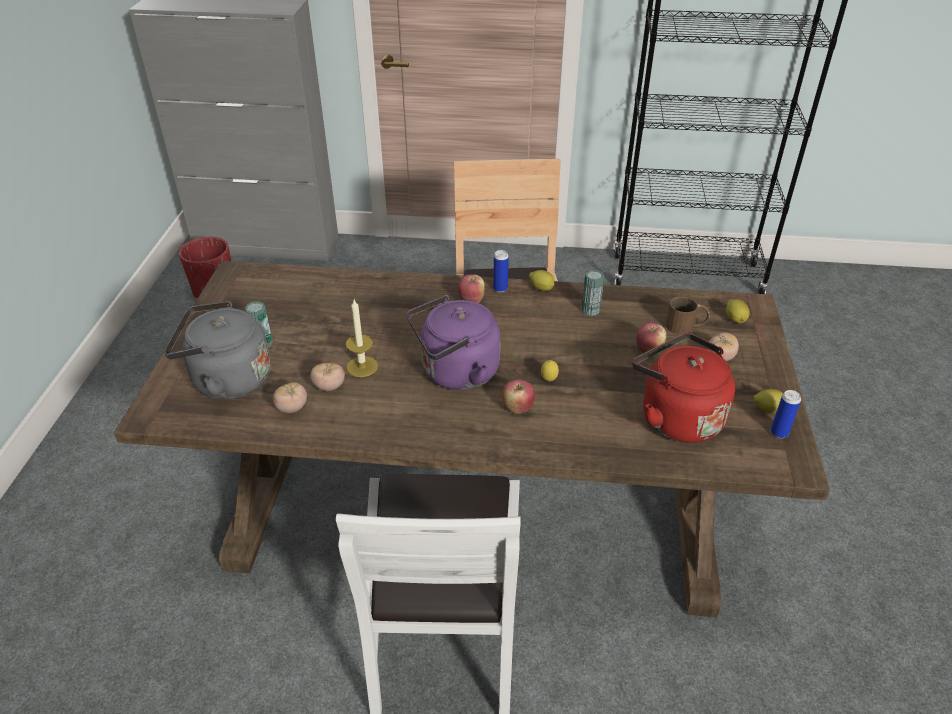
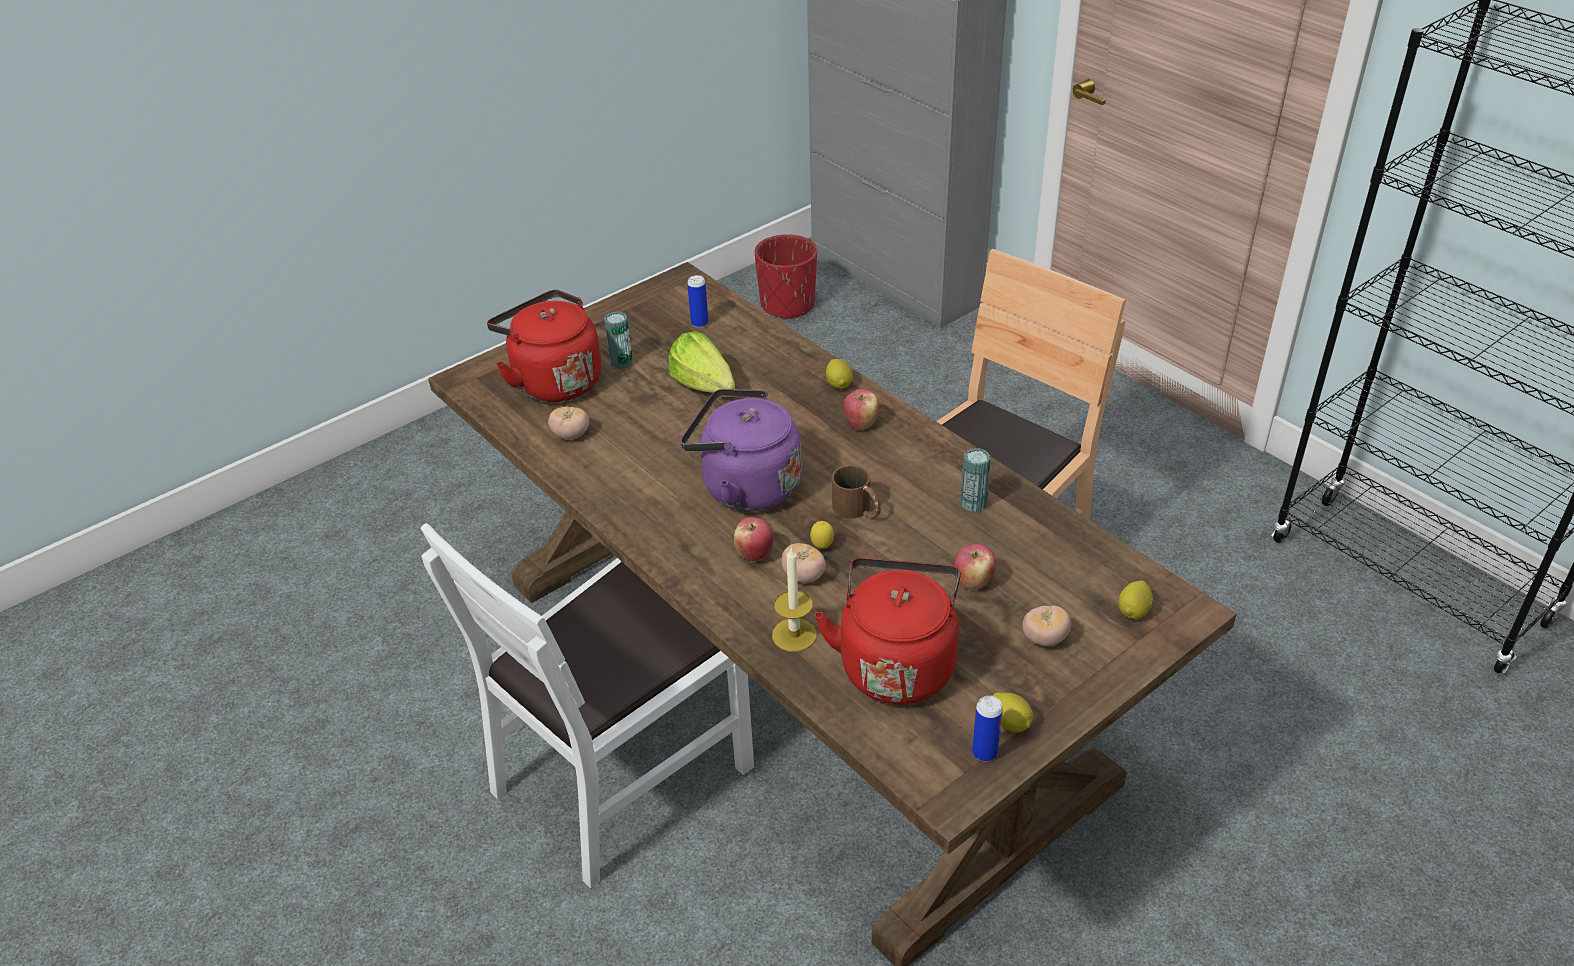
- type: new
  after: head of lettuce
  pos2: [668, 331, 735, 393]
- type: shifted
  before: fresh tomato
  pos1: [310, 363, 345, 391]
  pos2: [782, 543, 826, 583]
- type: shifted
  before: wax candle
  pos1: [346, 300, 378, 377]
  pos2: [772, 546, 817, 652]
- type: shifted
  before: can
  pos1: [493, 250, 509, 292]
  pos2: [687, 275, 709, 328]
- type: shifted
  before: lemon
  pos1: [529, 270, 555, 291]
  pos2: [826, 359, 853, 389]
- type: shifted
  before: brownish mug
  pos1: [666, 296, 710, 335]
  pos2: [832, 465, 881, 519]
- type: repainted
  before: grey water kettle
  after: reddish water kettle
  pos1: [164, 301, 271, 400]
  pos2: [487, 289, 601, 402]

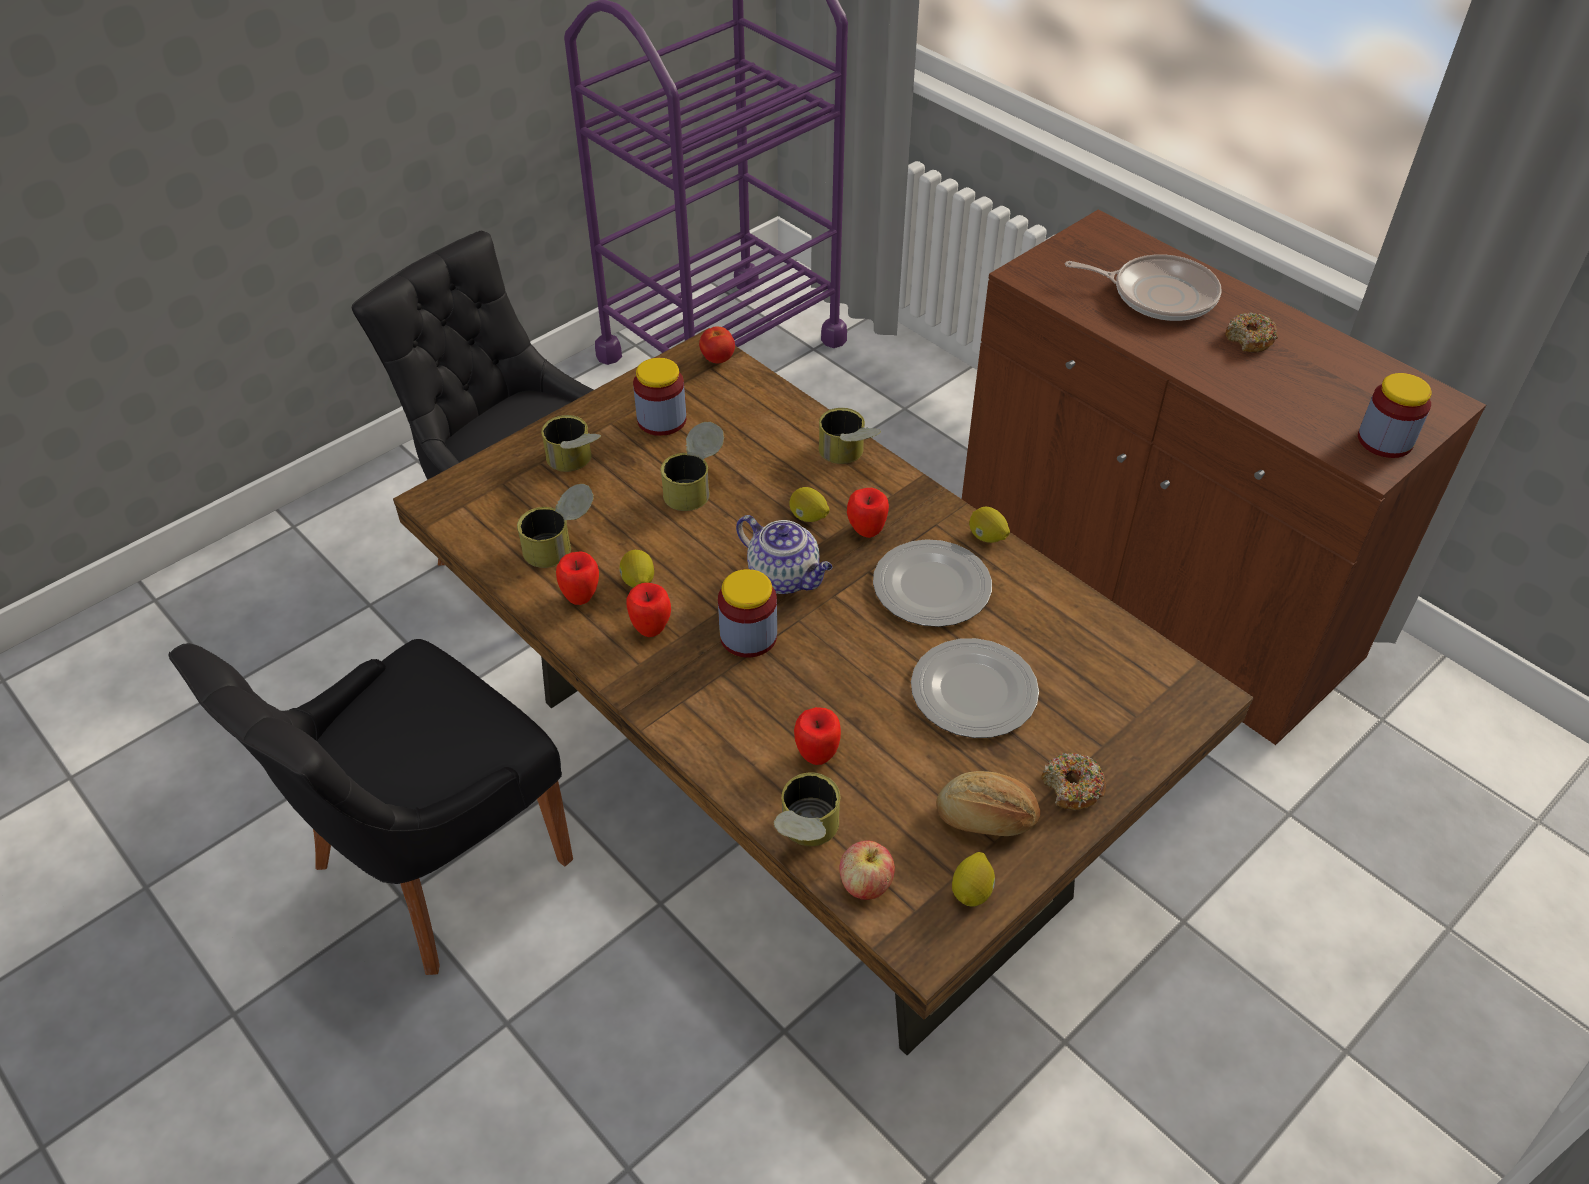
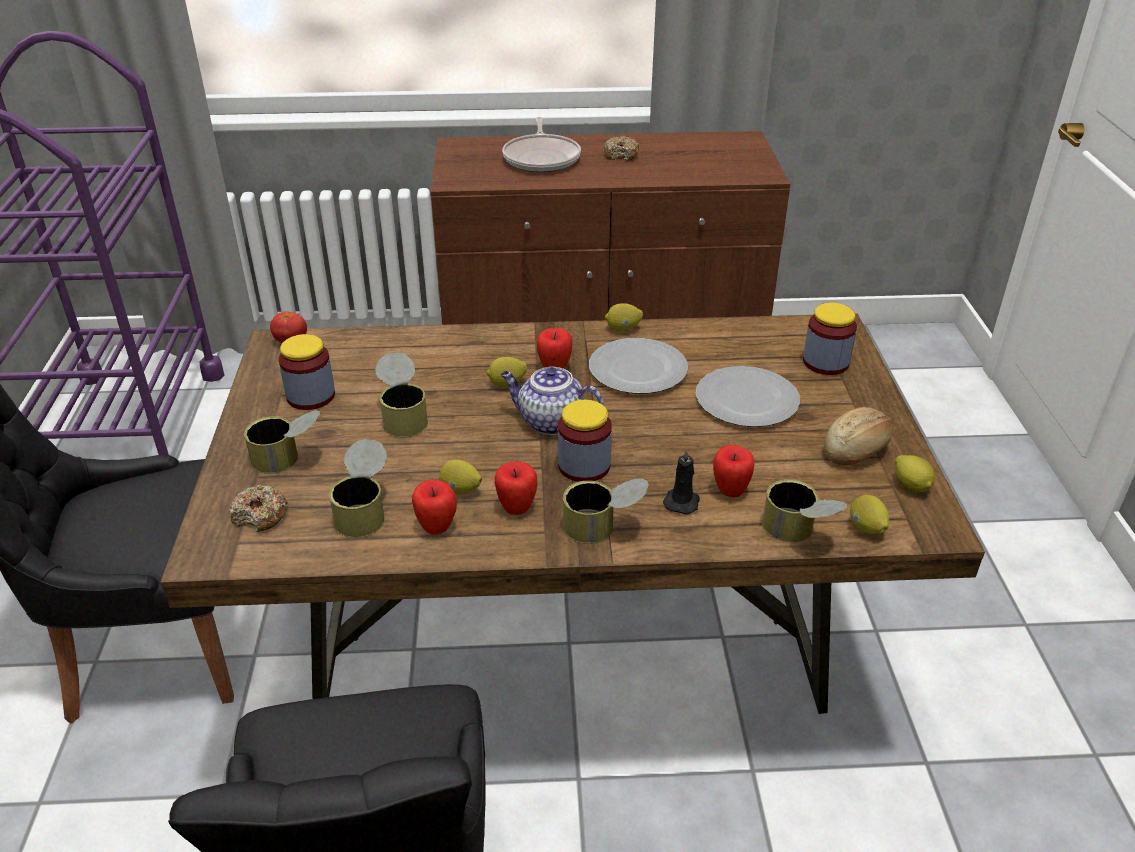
- type: new
  after: black-coloured wax candle
  pos2: [663, 448, 700, 514]
- type: shifted
  before: can
  pos1: [819, 408, 881, 464]
  pos2: [563, 479, 649, 544]
- type: shifted
  before: ring doughnut
  pos1: [1041, 753, 1106, 810]
  pos2: [229, 485, 288, 532]
- type: shifted
  before: jar
  pos1: [1358, 373, 1432, 458]
  pos2: [803, 303, 857, 375]
- type: swapped
  before: whole apple
  after: lemon
  pos1: [840, 841, 895, 900]
  pos2: [850, 495, 889, 534]
- type: rotated
  before: pot for tea
  pos1: [736, 515, 832, 594]
  pos2: [500, 367, 604, 435]
  turn: -150
- type: rotated
  before: skillet
  pos1: [1065, 254, 1221, 321]
  pos2: [502, 117, 581, 172]
  turn: 120

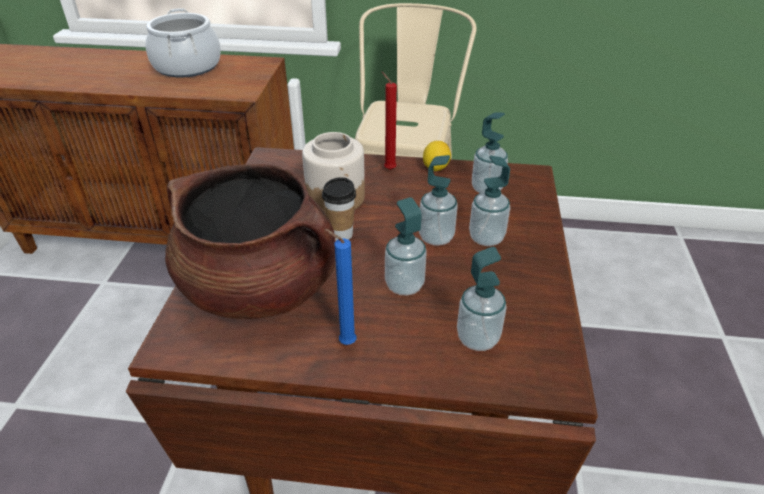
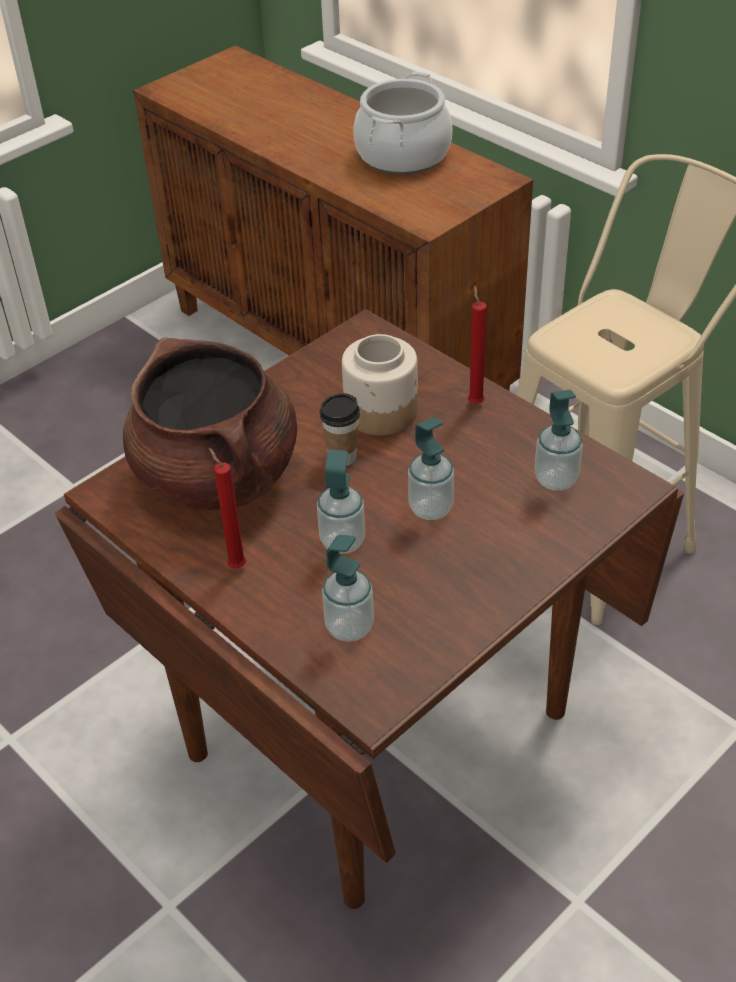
- type: gone
  before: lemon
  pos1: [423, 141, 451, 171]
- type: gone
  before: soap bottle
  pos1: [469, 155, 510, 246]
- type: repainted
  before: bluish wax candle
  after: reddish wax candle
  pos1: [324, 229, 357, 345]
  pos2: [209, 448, 246, 568]

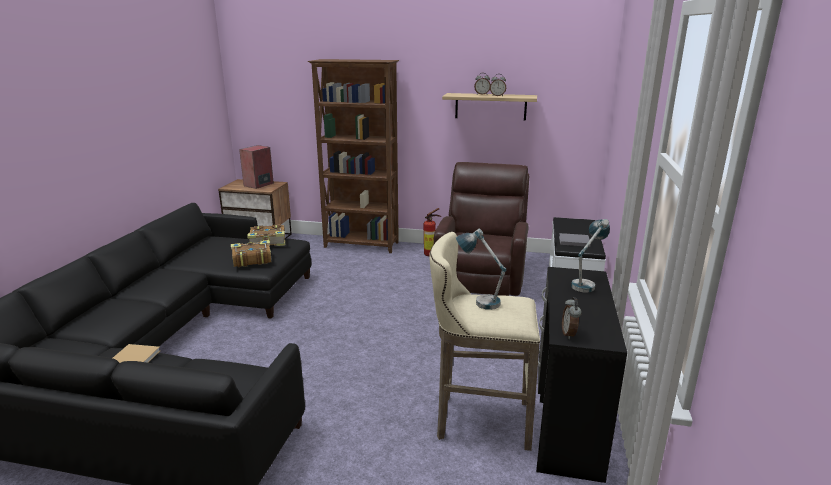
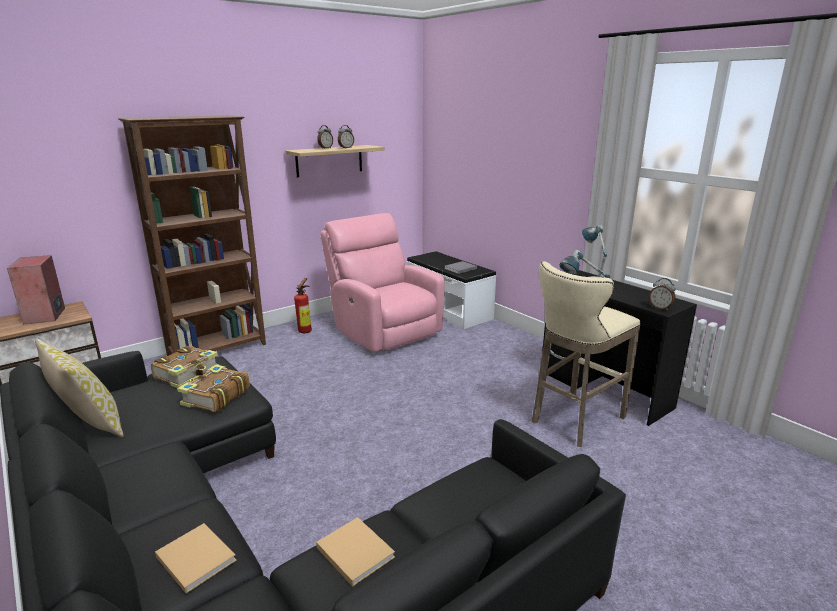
- type: new
  after: pillow
  pos2: [35, 338, 124, 437]
- type: new
  after: beige-coloured bound book
  pos2: [155, 523, 237, 594]
- type: repainted
  before: brownish lounge chair
  after: pink lounge chair
  pos1: [434, 162, 529, 296]
  pos2: [320, 213, 445, 352]

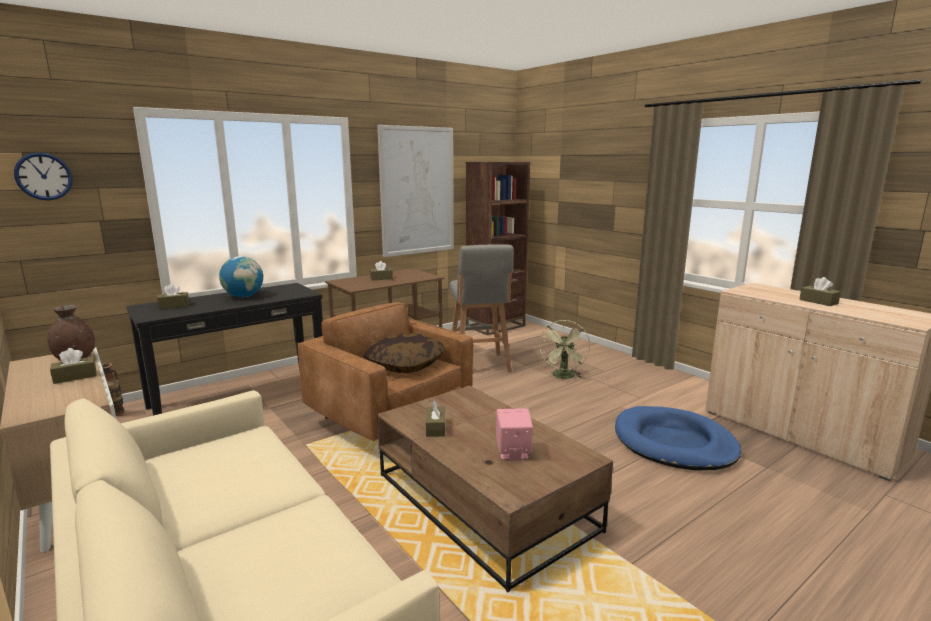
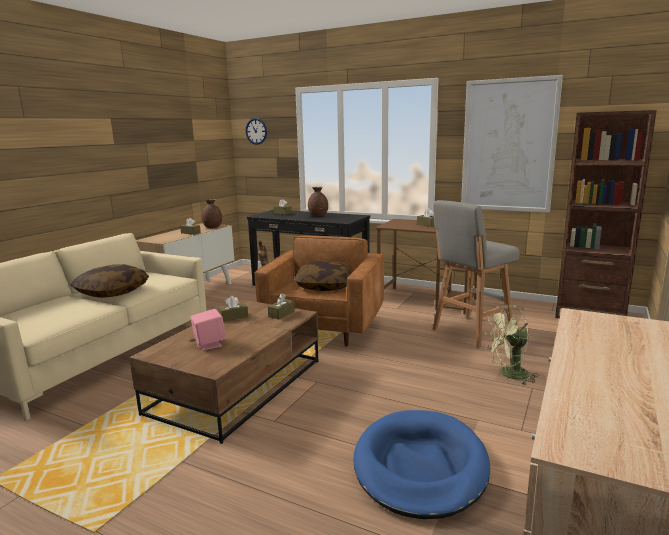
- type: new
  after: pillow
  pos2: [71, 264, 149, 298]
- type: shifted
  before: brownish tissue holder
  pos1: [799, 277, 841, 306]
  pos2: [268, 293, 295, 320]
- type: swapped
  before: desk globe
  after: brownish decorative vase
  pos1: [219, 256, 263, 297]
  pos2: [308, 187, 328, 217]

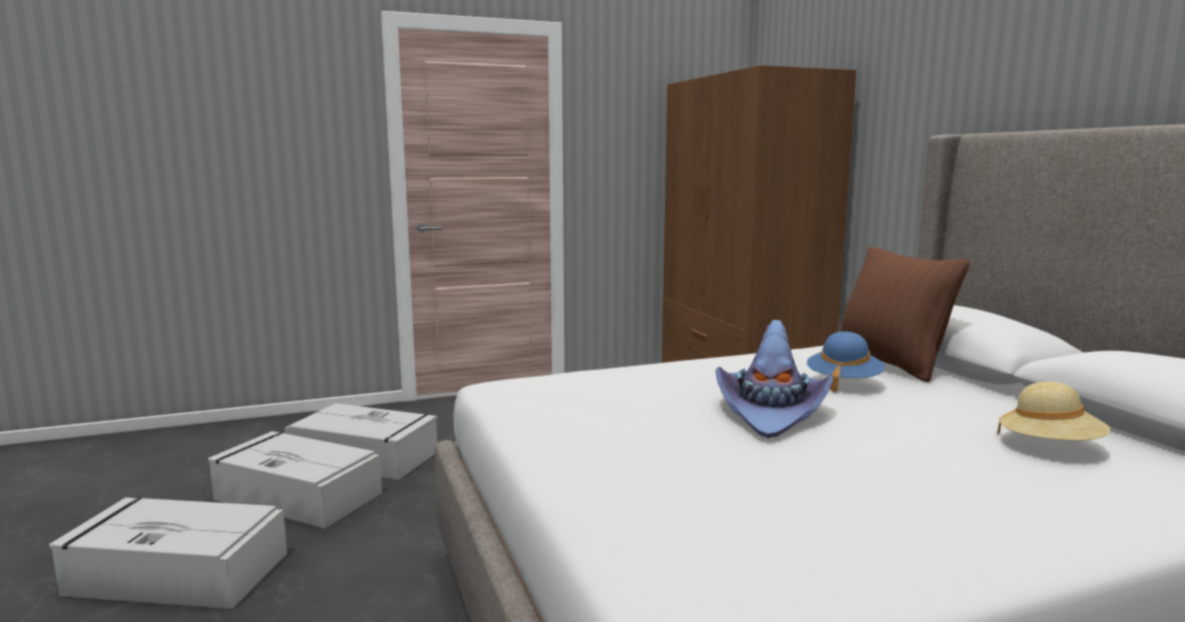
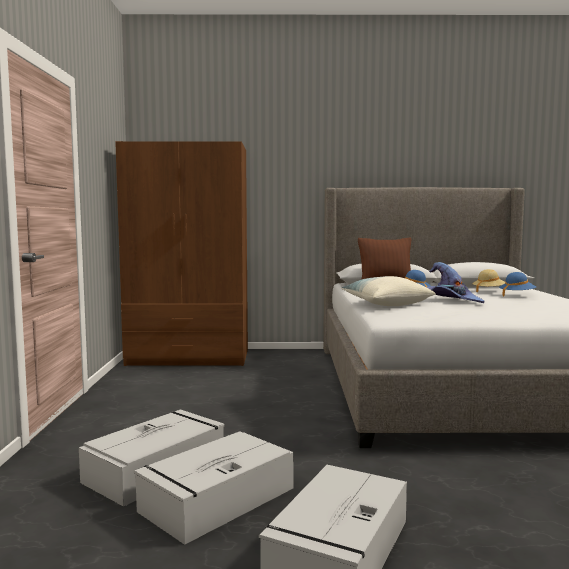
- type: new
  after: pillow
  pos2: [341, 276, 436, 306]
- type: new
  after: bluish hat
  pos2: [499, 272, 536, 296]

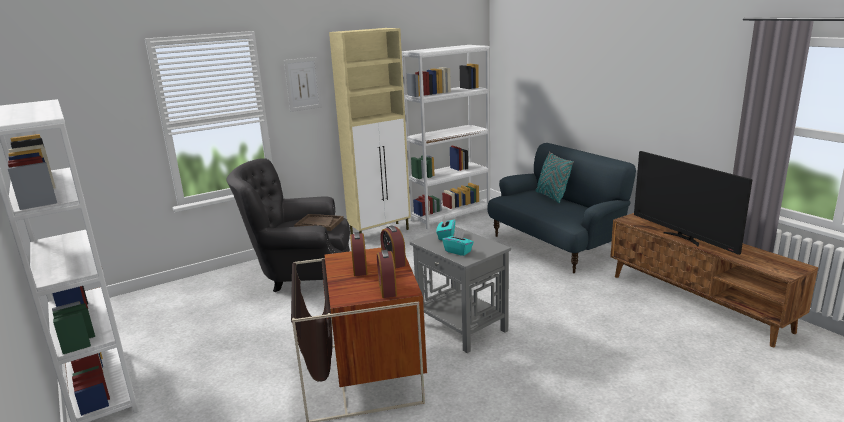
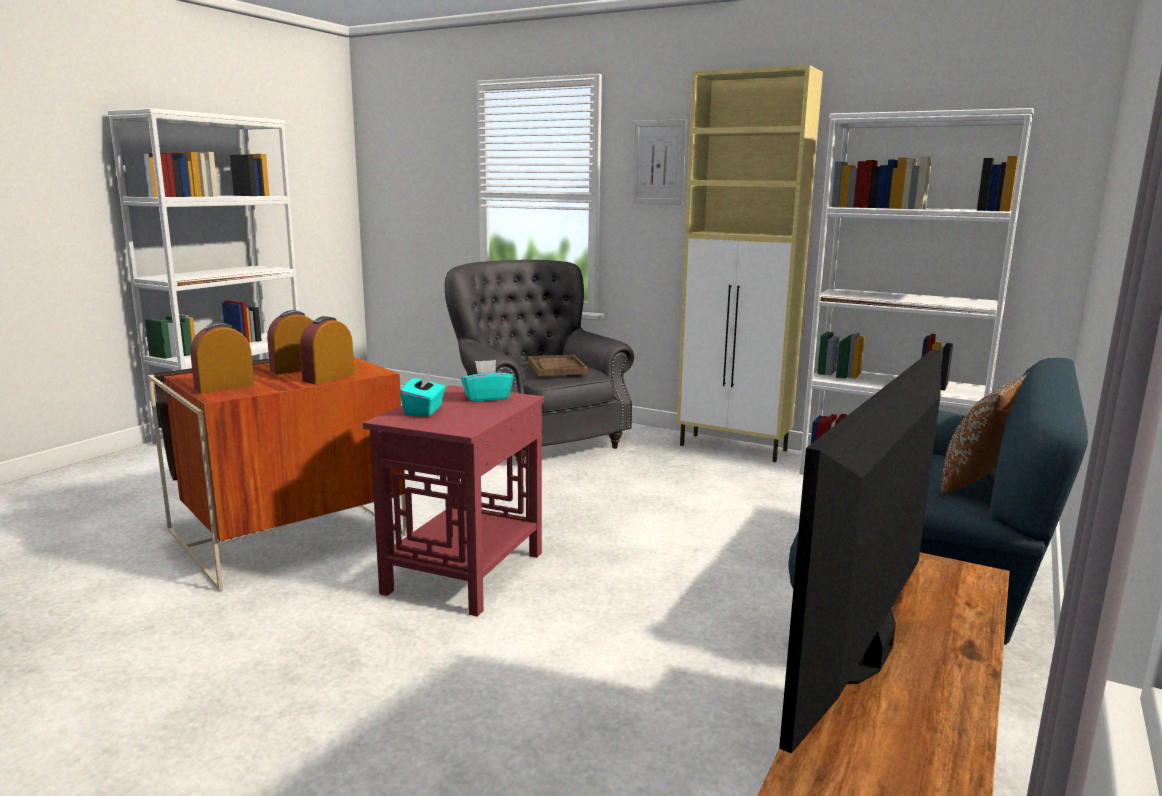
- type: repainted
  before: grey end table
  after: reddish end table
  pos1: [410, 226, 511, 353]
  pos2: [363, 385, 544, 617]
- type: repainted
  before: turquoise-coloured pillow
  after: brownish pillow
  pos1: [536, 151, 574, 203]
  pos2: [941, 372, 1029, 495]

